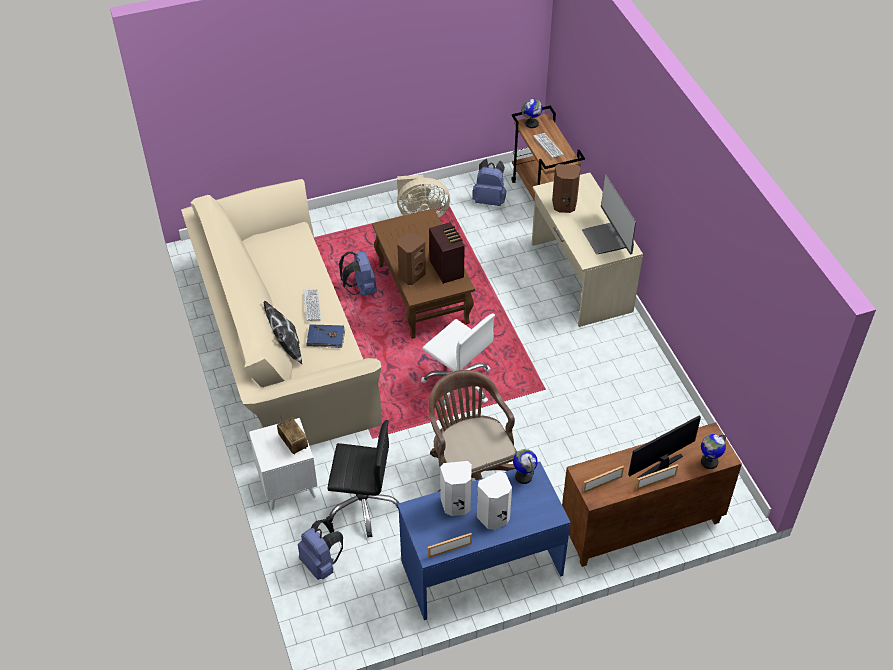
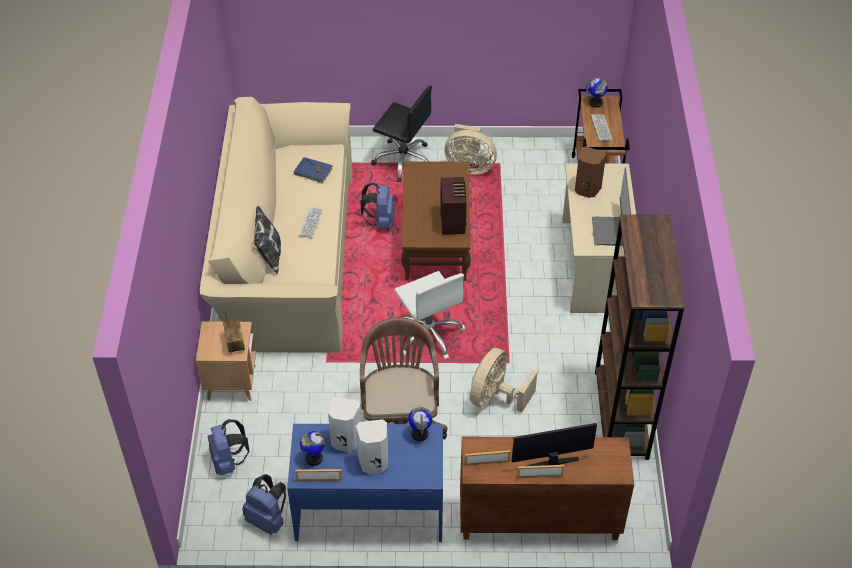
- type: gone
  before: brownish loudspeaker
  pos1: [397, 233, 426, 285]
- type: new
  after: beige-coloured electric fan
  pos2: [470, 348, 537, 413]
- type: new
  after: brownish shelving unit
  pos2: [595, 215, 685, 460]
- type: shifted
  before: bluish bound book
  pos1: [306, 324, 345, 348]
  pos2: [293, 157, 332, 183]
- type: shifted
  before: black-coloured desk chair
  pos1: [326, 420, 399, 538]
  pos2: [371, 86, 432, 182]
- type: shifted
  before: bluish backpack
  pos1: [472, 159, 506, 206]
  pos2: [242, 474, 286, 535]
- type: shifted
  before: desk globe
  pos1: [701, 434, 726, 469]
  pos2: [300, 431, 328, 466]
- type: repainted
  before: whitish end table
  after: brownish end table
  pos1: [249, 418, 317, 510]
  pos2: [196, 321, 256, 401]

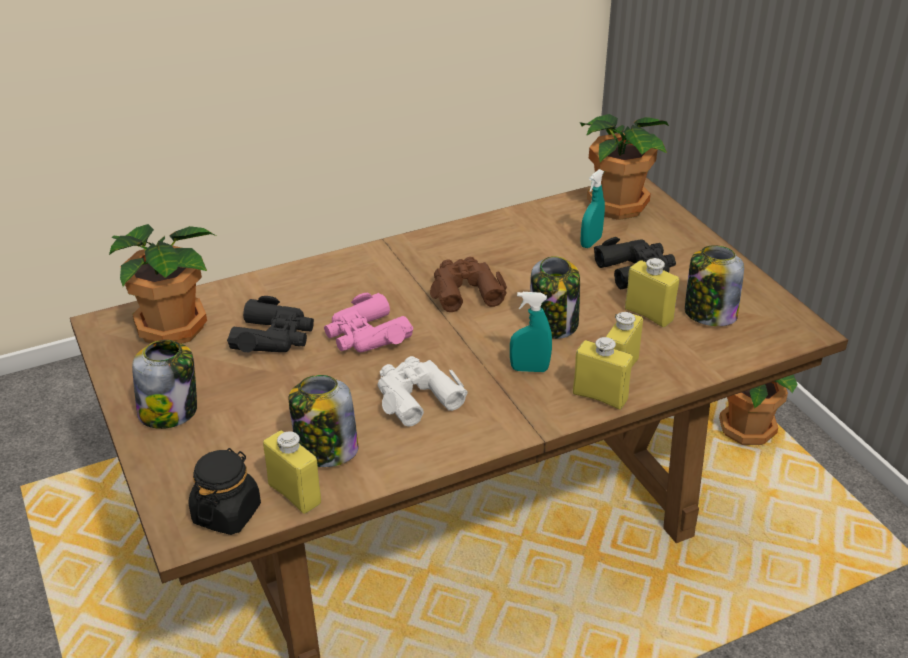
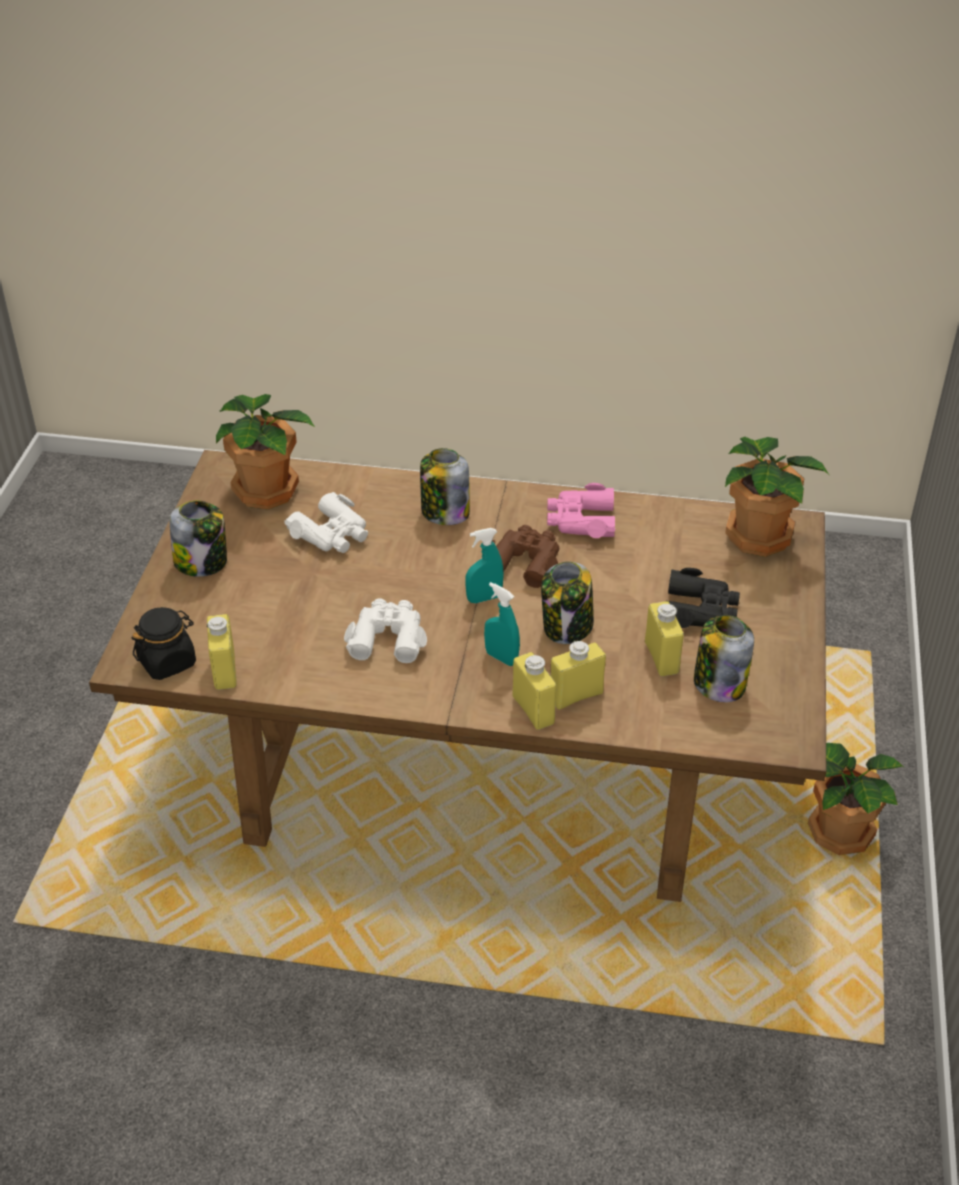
- type: shifted
  before: jar
  pos1: [289, 375, 358, 467]
  pos2: [420, 448, 470, 525]
- type: shifted
  before: pink binoculars
  pos1: [324, 293, 413, 353]
  pos2: [547, 483, 615, 538]
- type: shifted
  before: turquoise-coloured sprayer
  pos1: [580, 169, 605, 248]
  pos2: [465, 528, 504, 603]
- type: repainted
  before: black-coloured binoculars
  after: whitish binoculars
  pos1: [227, 296, 314, 352]
  pos2: [284, 492, 368, 553]

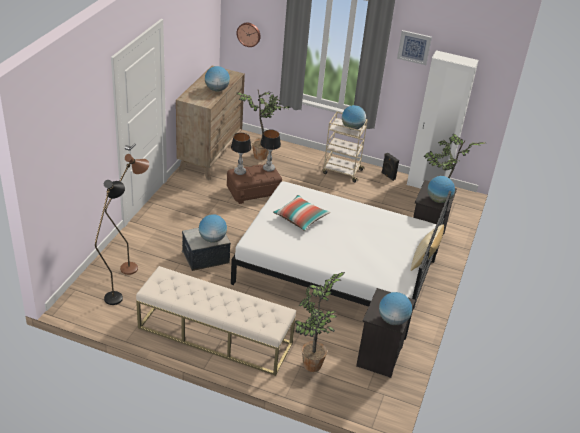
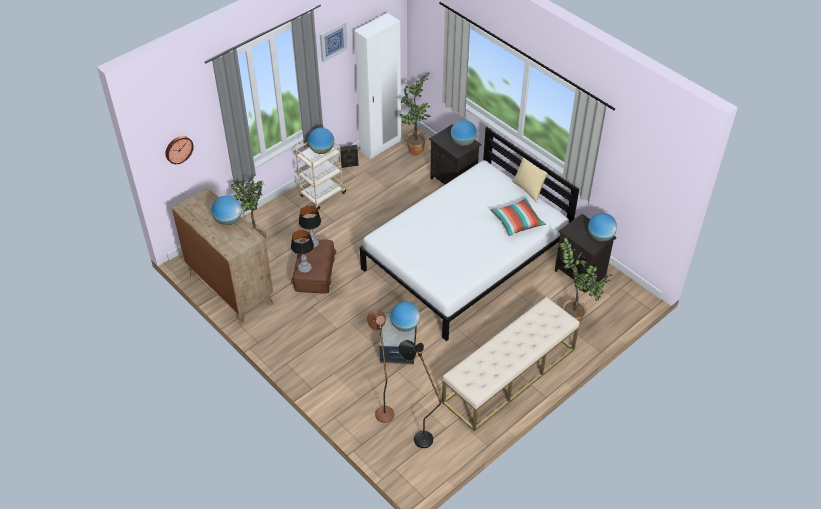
- type: shifted
  before: pillow
  pos1: [273, 195, 331, 231]
  pos2: [490, 197, 546, 236]

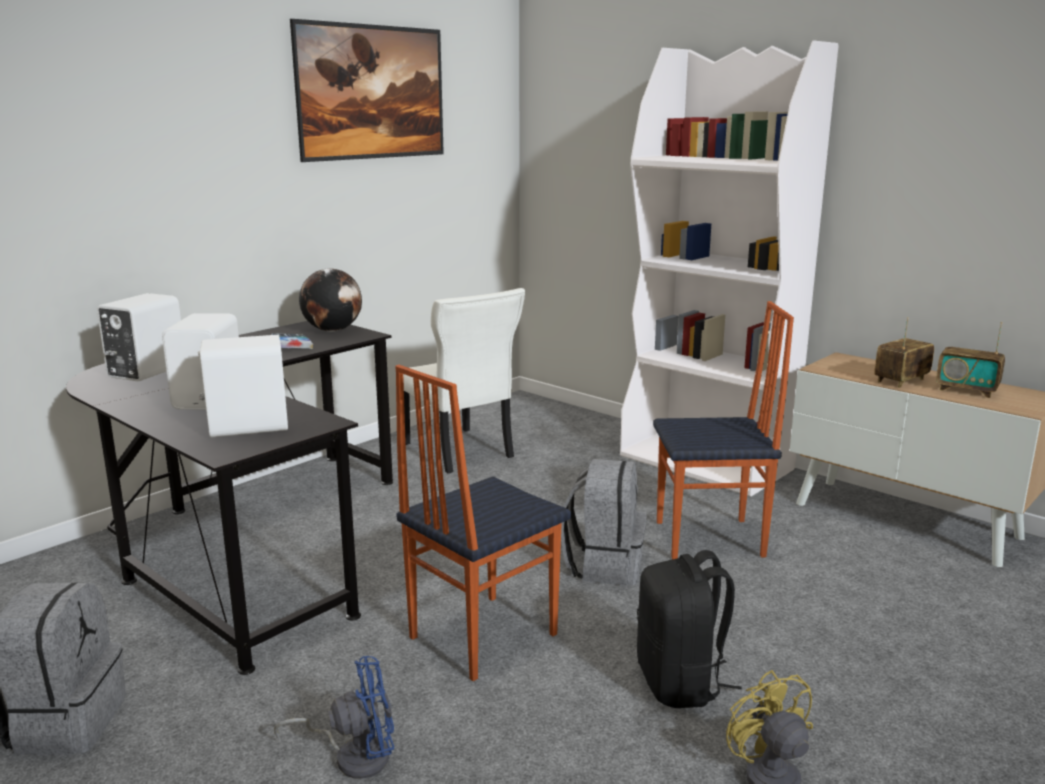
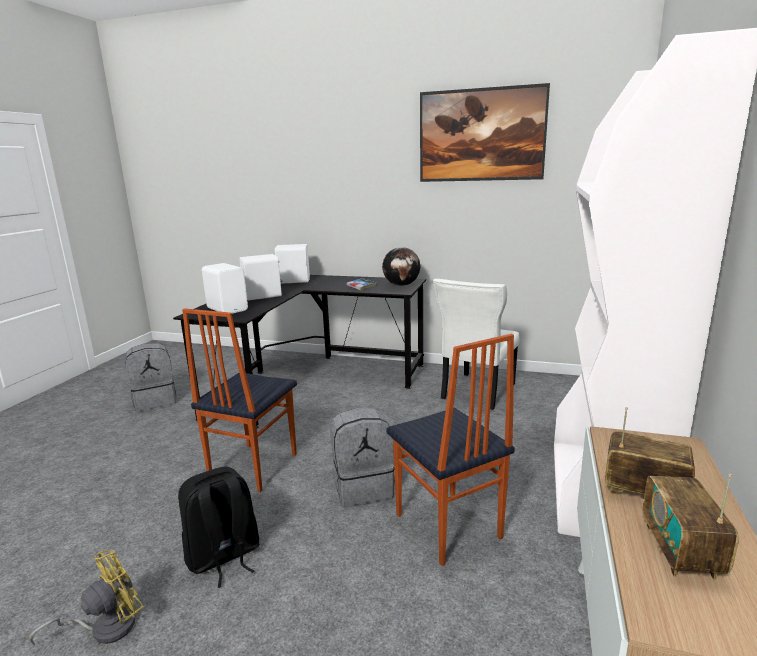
- type: gone
  before: bluish electric fan
  pos1: [274, 656, 394, 779]
- type: rotated
  before: upright chair
  pos1: [395, 365, 571, 681]
  pos2: [182, 308, 297, 492]
  turn: -90

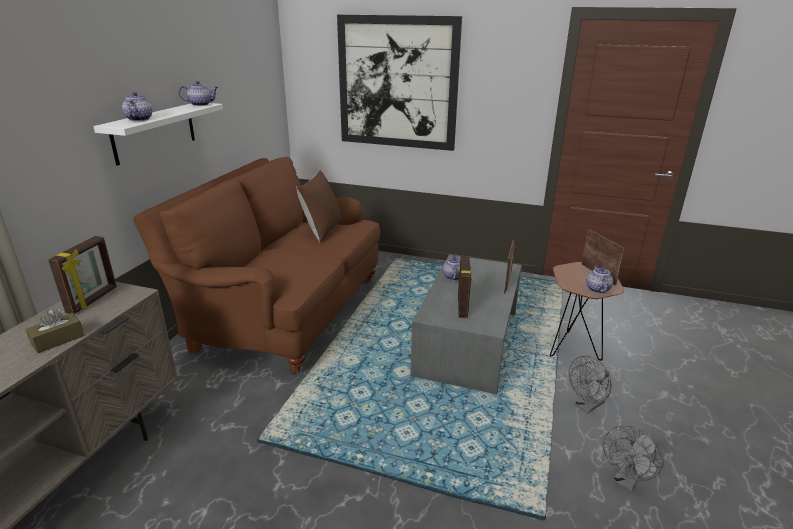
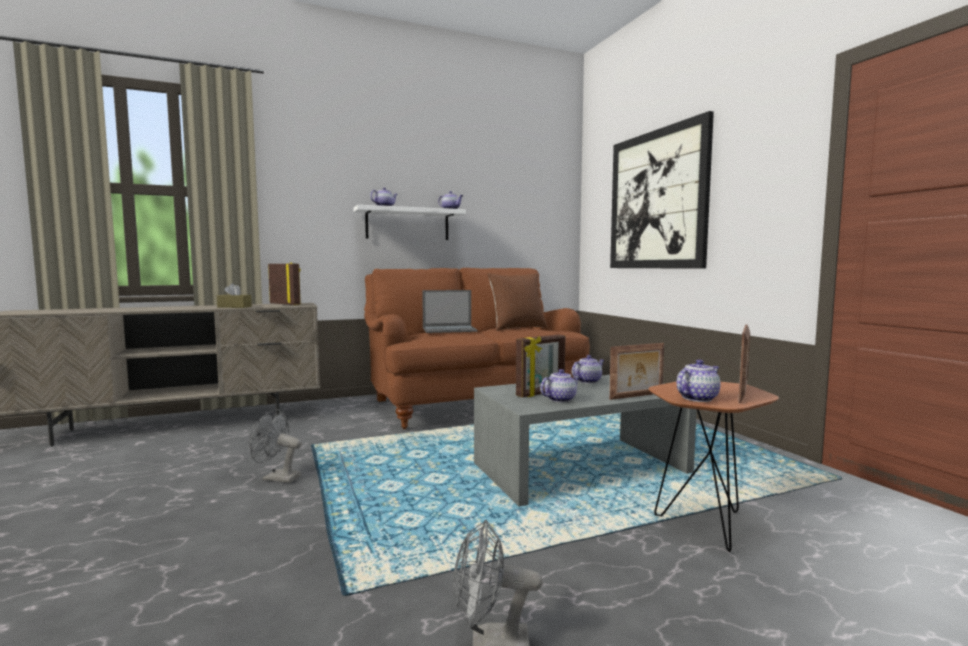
- type: new
  after: notebook computer
  pos2: [422, 290, 477, 333]
- type: new
  after: pot for tea
  pos2: [540, 369, 580, 402]
- type: shifted
  before: grey electric fan
  pos1: [569, 356, 611, 413]
  pos2: [249, 409, 302, 483]
- type: rotated
  before: picture frame
  pos1: [48, 236, 117, 314]
  pos2: [268, 262, 301, 305]
  turn: -120

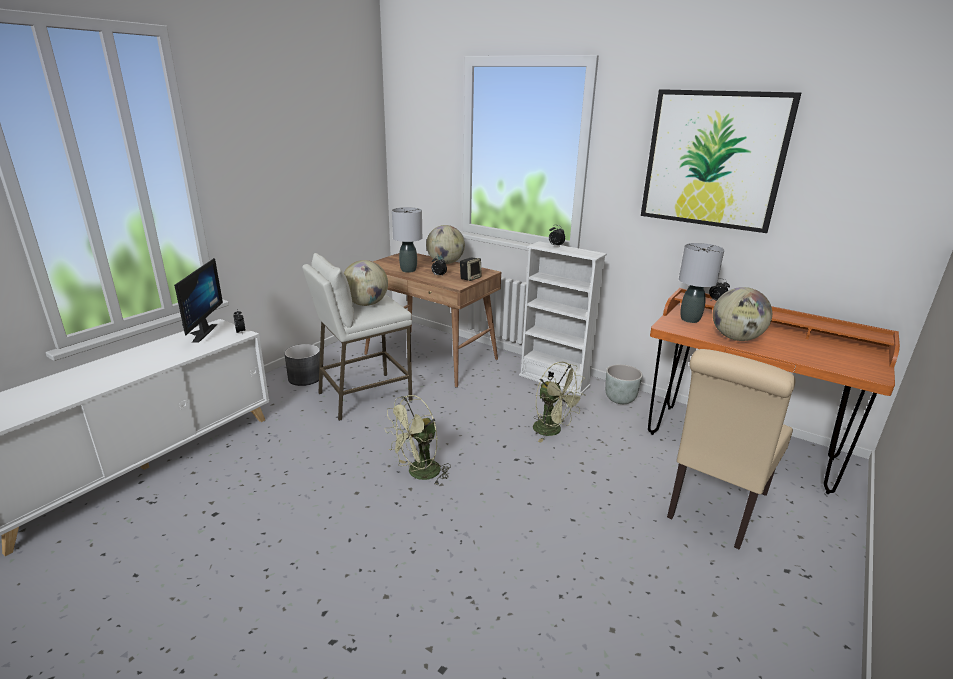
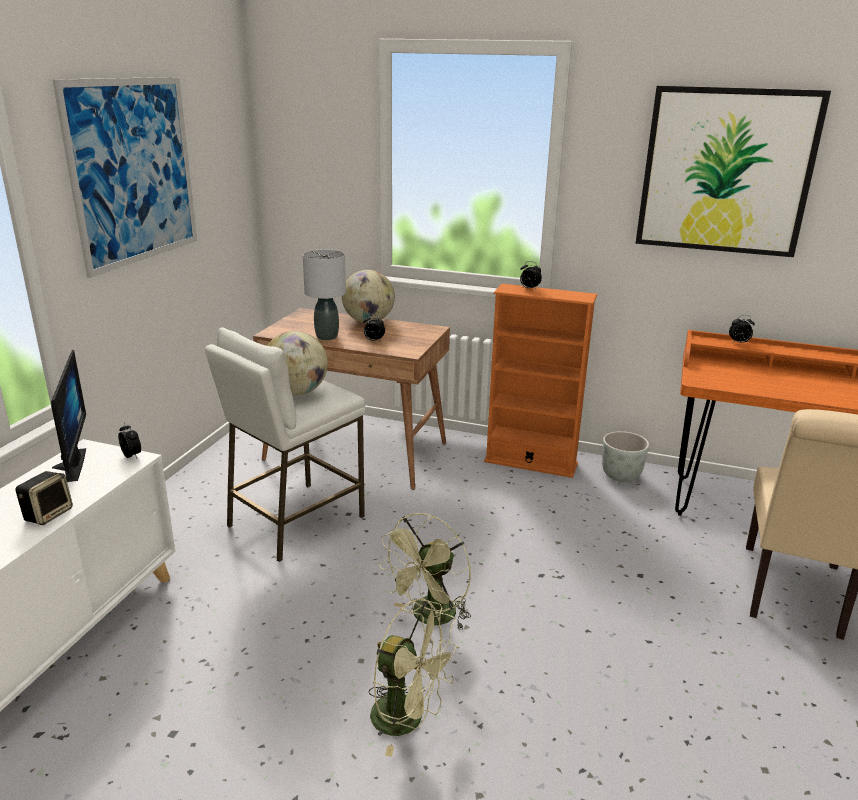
- type: gone
  before: grey planter
  pos1: [284, 344, 320, 386]
- type: gone
  before: grey table lamp
  pos1: [679, 243, 724, 323]
- type: gone
  before: desk globe
  pos1: [713, 287, 772, 341]
- type: new
  after: picture
  pos2: [52, 77, 197, 278]
- type: shifted
  before: loudspeaker
  pos1: [460, 257, 482, 281]
  pos2: [15, 471, 73, 525]
- type: shifted
  before: green-coloured electric fan
  pos1: [533, 362, 586, 443]
  pos2: [368, 598, 459, 756]
- type: repainted
  before: whitish shelving unit
  after: orangey shelving unit
  pos1: [519, 241, 607, 396]
  pos2: [484, 284, 597, 478]

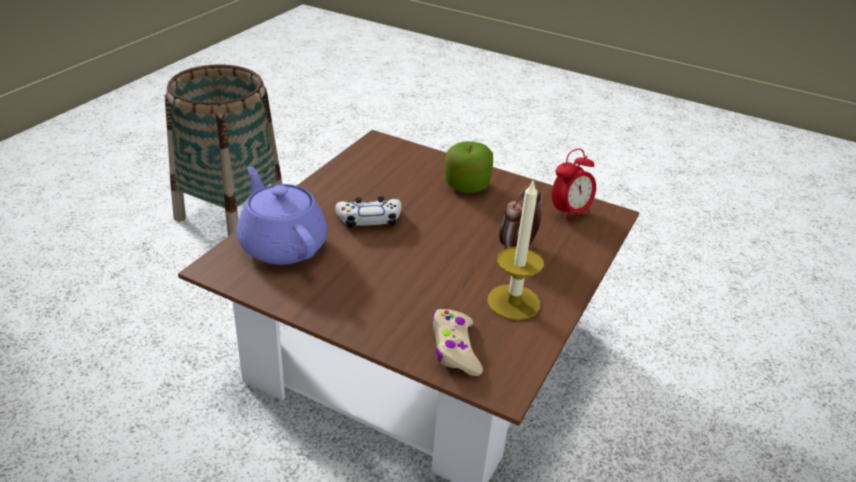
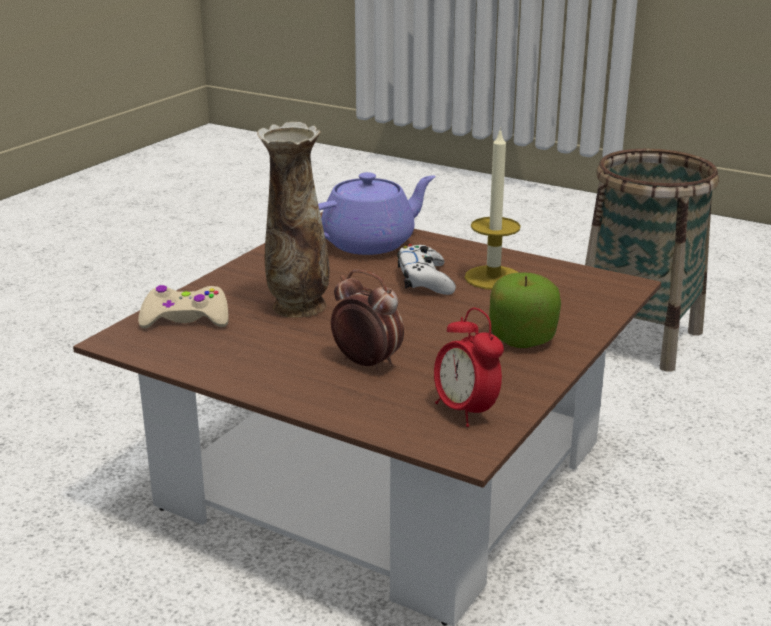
- type: new
  after: decorative vase
  pos2: [257, 122, 330, 318]
- type: shifted
  before: wax candle
  pos1: [487, 179, 544, 320]
  pos2: [465, 128, 521, 290]

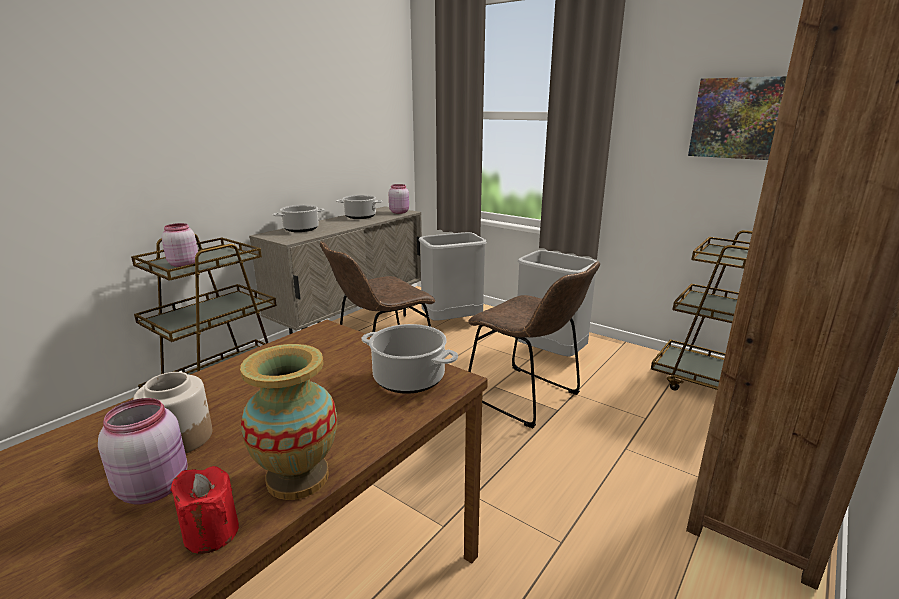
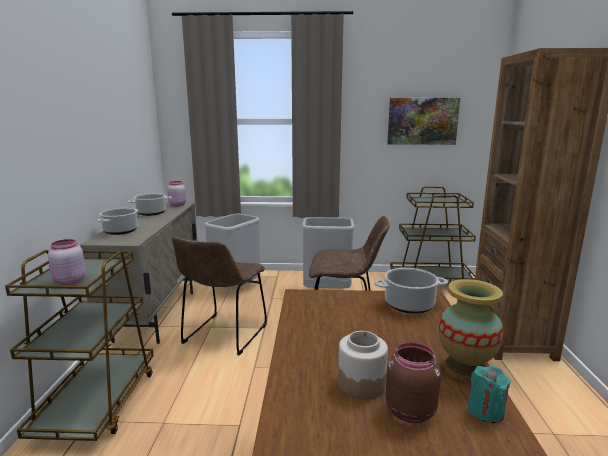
- type: repainted
  before: pink jar
  after: brownish jar
  pos1: [98, 398, 188, 504]
  pos2: [386, 342, 441, 424]
- type: repainted
  before: reddish wax candle
  after: turquoise-coloured wax candle
  pos1: [170, 466, 239, 554]
  pos2: [467, 366, 511, 423]

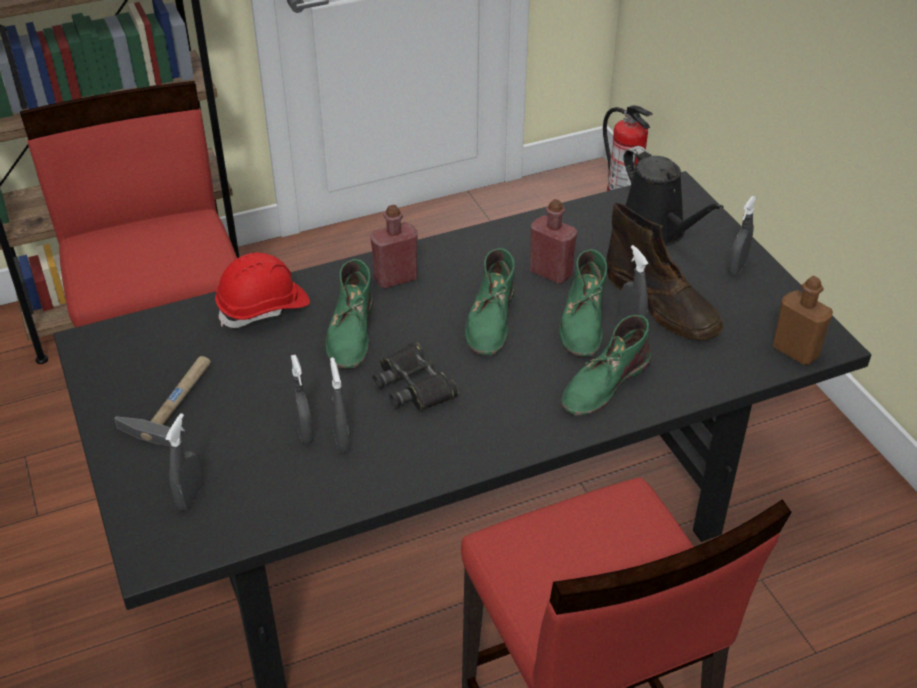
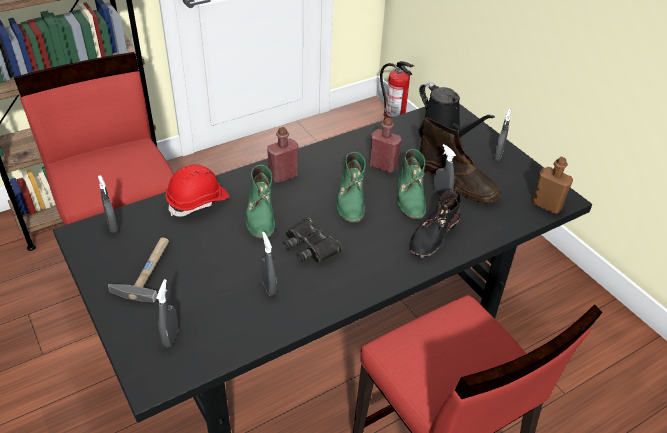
- type: shifted
  before: grey sprayer
  pos1: [291, 355, 314, 443]
  pos2: [98, 175, 119, 233]
- type: repainted
  before: green-coloured high-top boot
  after: black-coloured high-top boot
  pos1: [561, 315, 651, 416]
  pos2: [409, 189, 462, 258]

